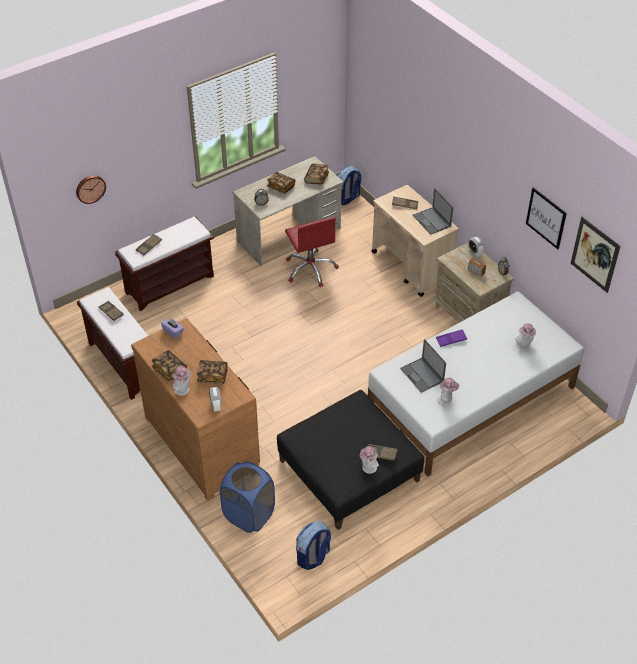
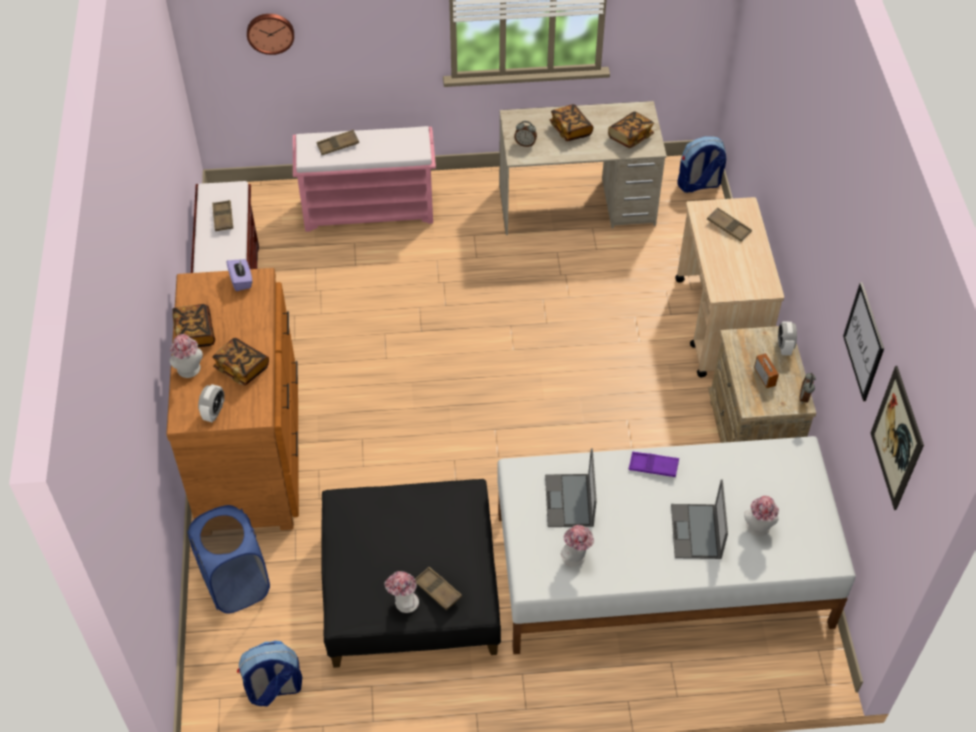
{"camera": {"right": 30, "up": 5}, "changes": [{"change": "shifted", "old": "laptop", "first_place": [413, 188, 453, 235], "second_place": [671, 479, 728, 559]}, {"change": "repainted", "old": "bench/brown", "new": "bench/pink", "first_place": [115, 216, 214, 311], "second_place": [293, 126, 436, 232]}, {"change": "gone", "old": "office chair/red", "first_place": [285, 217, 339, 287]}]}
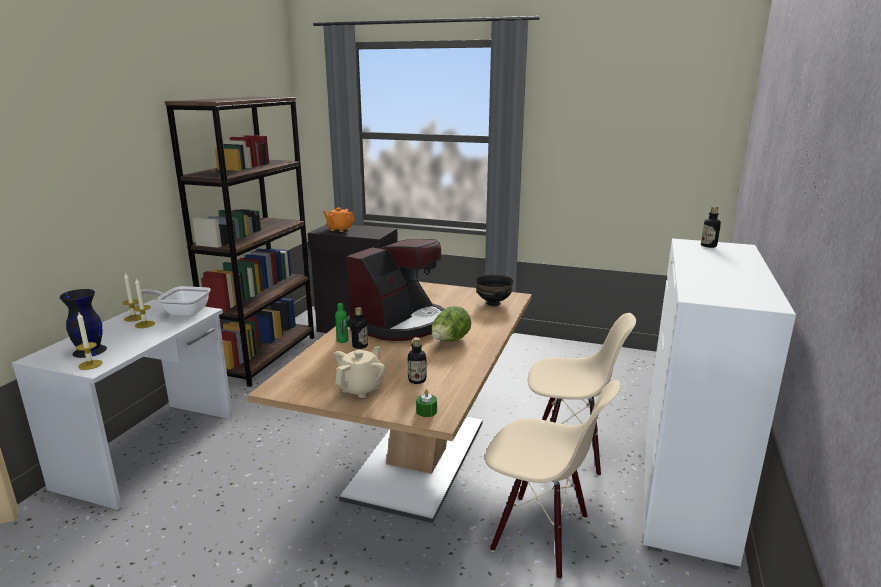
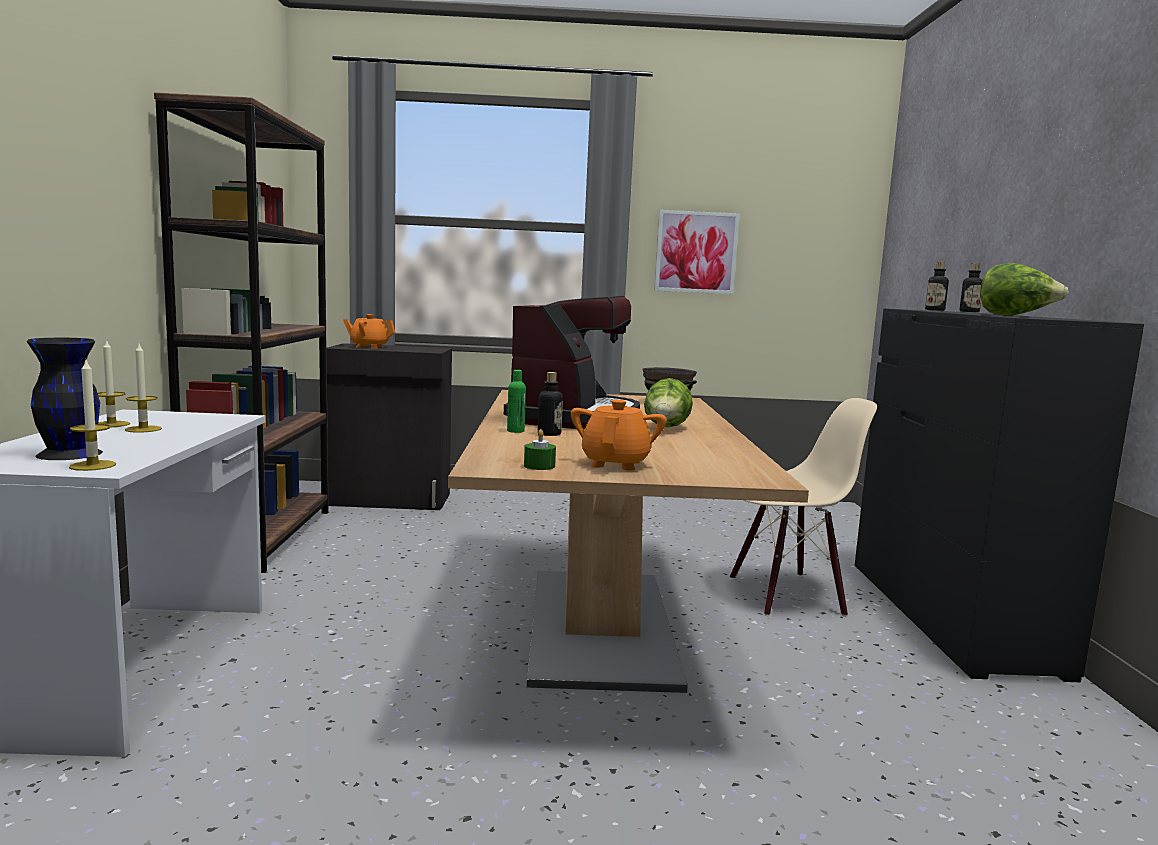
{"camera": {"right": -20, "up": -10}, "changes": [{"change": "repainted", "old": "dresser/white", "new": "dresser/black", "first_place": [643, 238, 796, 570], "second_place": [855, 308, 1144, 682]}, {"change": "gone", "old": "frying pan", "first_place": [141, 286, 211, 317]}, {"change": "shifted", "old": "bottle", "first_place": [407, 337, 427, 384], "second_place": [960, 263, 982, 312]}, {"change": "repainted", "old": "teapot/beige", "new": "teapot/orange", "first_place": [335, 346, 386, 398], "second_place": [571, 400, 667, 470]}, {"change": "gone", "old": "chair/beige", "first_place": [485, 380, 620, 580]}, {"change": "shifted", "old": "candle/green", "first_place": [416, 389, 437, 417], "second_place": [524, 429, 556, 470]}, {"change": "new", "new": "picture", "second_place": [654, 210, 740, 294]}, {"change": "new", "new": "lettuce", "second_place": [980, 263, 1069, 316]}]}
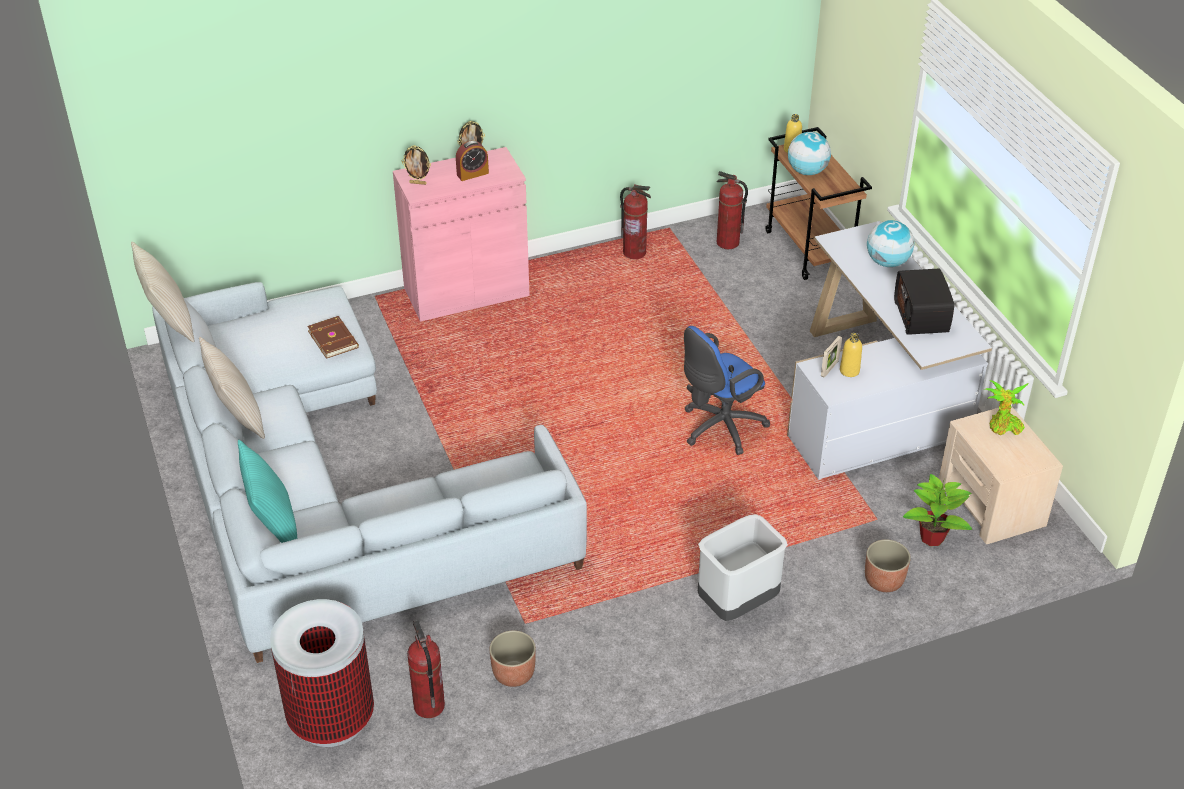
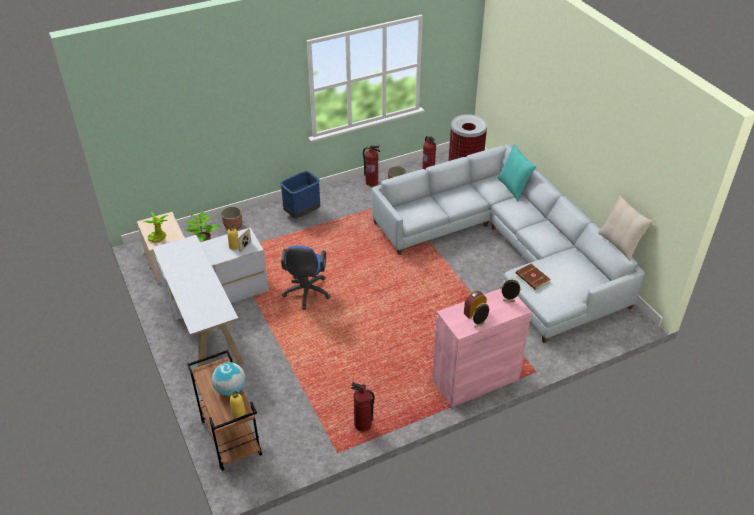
{"camera": {"right": 175, "up": 0}, "changes": [{"change": "shifted", "old": "fire extinguisher", "first_place": [717, 171, 748, 249], "second_place": [363, 145, 380, 186]}, {"change": "gone", "old": "globe", "first_place": [867, 220, 914, 267]}, {"change": "gone", "old": "radio", "first_place": [894, 268, 954, 335]}, {"change": "rotated", "old": "office chair/blue", "first_place": [684, 326, 770, 455], "second_place": [281, 246, 330, 310], "degrees": 135}, {"change": "gone", "old": "pillow/beige", "first_place": [199, 337, 265, 439]}, {"change": "repainted", "old": "trash can/grey", "new": "trash can/blue", "first_place": [698, 514, 788, 621], "second_place": [280, 171, 320, 218]}]}
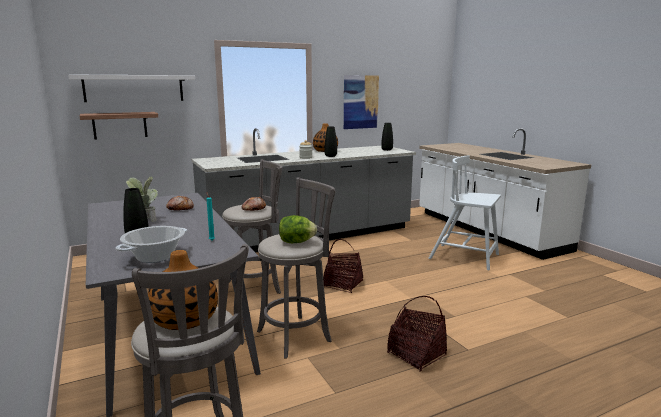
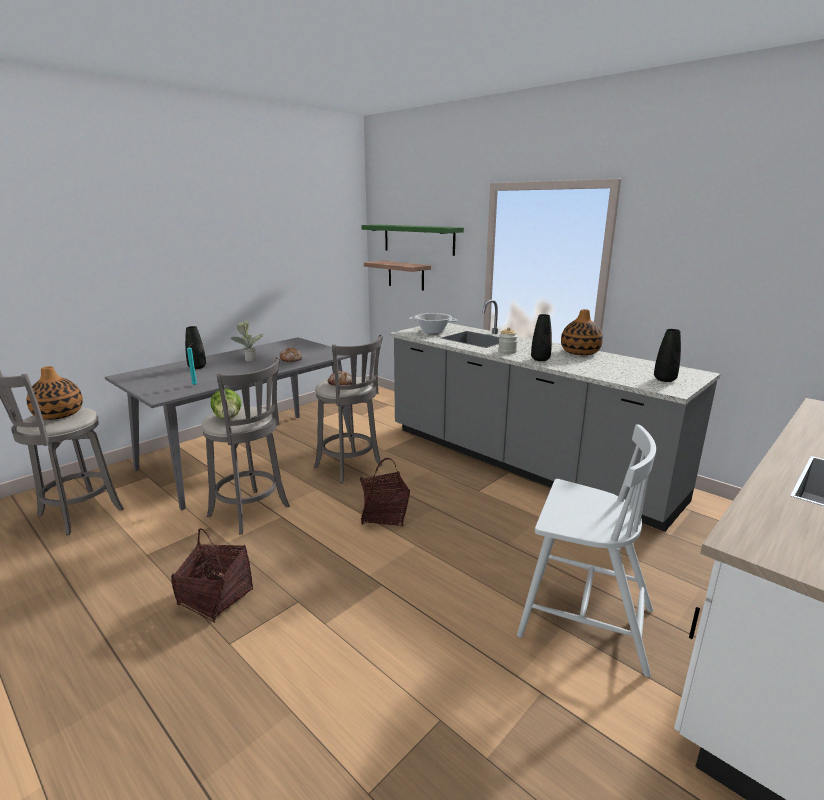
{"camera": {"right": 70, "up": 5}, "changes": [{"change": "repainted", "old": "shelf/white", "new": "shelf/green", "first_place": [68, 75, 195, 102], "second_place": [362, 225, 464, 256]}, {"change": "gone", "old": "picture", "first_place": [344, 75, 379, 129]}, {"change": "rotated", "old": "chair/white", "first_place": [429, 155, 501, 270], "second_place": [517, 424, 656, 677], "degrees": 105}, {"change": "shifted", "old": "cooking pot", "first_place": [115, 226, 187, 263], "second_place": [409, 313, 458, 334]}]}
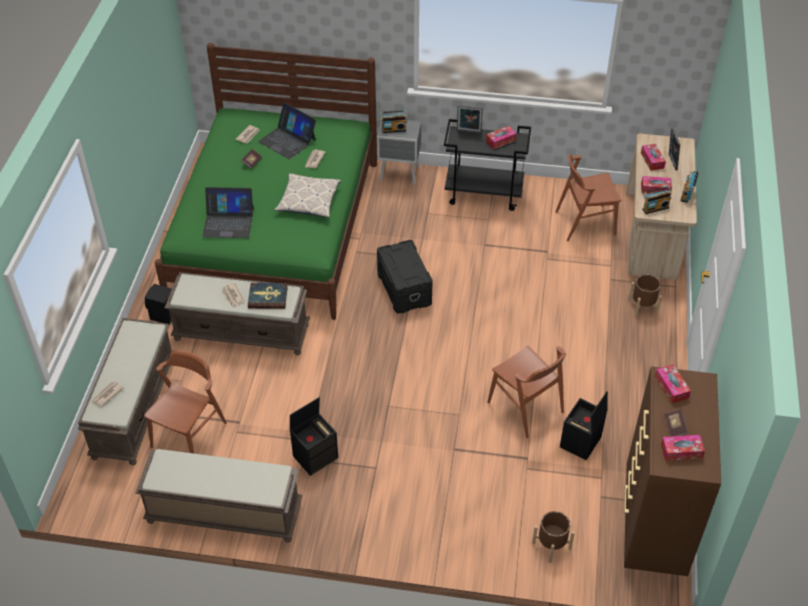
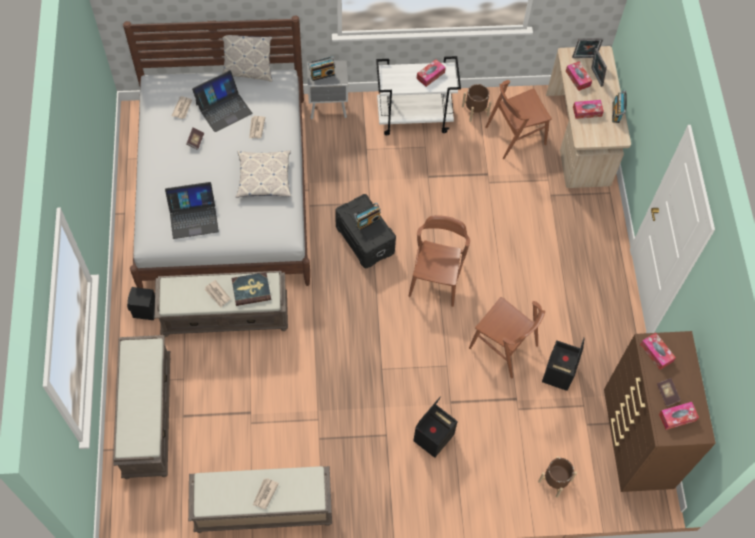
{"camera": {"right": -15, "up": 15}, "changes": [{"change": "repainted", "old": "bed/green", "new": "bed/white", "first_place": [155, 43, 377, 320], "second_place": [123, 15, 310, 288]}, {"change": "rotated", "old": "laptop", "first_place": [258, 103, 316, 159], "second_place": [192, 70, 252, 132], "degrees": -60}, {"change": "shifted", "old": "picture frame", "first_place": [457, 105, 483, 133], "second_place": [572, 38, 603, 58]}, {"change": "repainted", "old": "cart/black", "new": "cart/white", "first_place": [444, 119, 531, 211], "second_place": [376, 56, 461, 135]}, {"change": "shifted", "old": "radio", "first_place": [642, 186, 672, 214], "second_place": [354, 202, 381, 231]}, {"change": "shifted", "old": "planter/brown", "first_place": [628, 274, 662, 317], "second_place": [462, 84, 492, 122]}, {"change": "shifted", "old": "chair/brown", "first_place": [144, 350, 227, 453], "second_place": [409, 215, 470, 307]}, {"change": "shifted", "old": "newspaper", "first_place": [92, 381, 124, 407], "second_place": [253, 478, 279, 509]}, {"change": "shifted", "old": "storage box/black", "first_place": [290, 397, 338, 476], "second_place": [413, 397, 458, 458]}, {"change": "new", "new": "pillow", "second_place": [222, 35, 272, 82]}]}
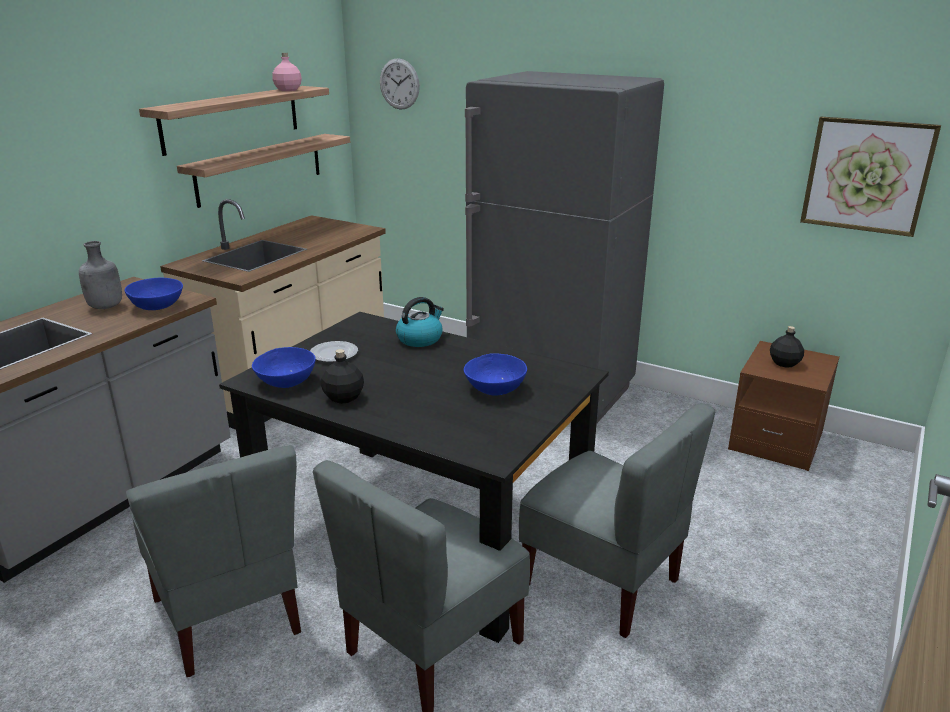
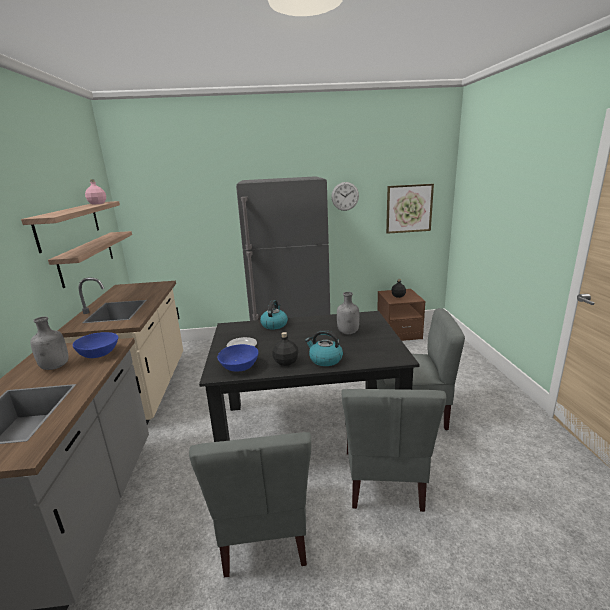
{"camera": {"right": -35, "up": -5}, "changes": [{"change": "shifted", "old": "wall clock", "first_place": [380, 58, 420, 110], "second_place": [331, 182, 359, 211]}, {"change": "swapped", "old": "bowl/blue", "new": "bottle/grey", "first_place": [464, 353, 527, 396], "second_place": [337, 292, 360, 334]}, {"change": "rotated", "old": "chair/grey", "first_place": [126, 445, 301, 677], "second_place": [189, 432, 311, 577], "degrees": 60}, {"change": "new", "new": "kettle", "second_place": [305, 330, 343, 366]}]}
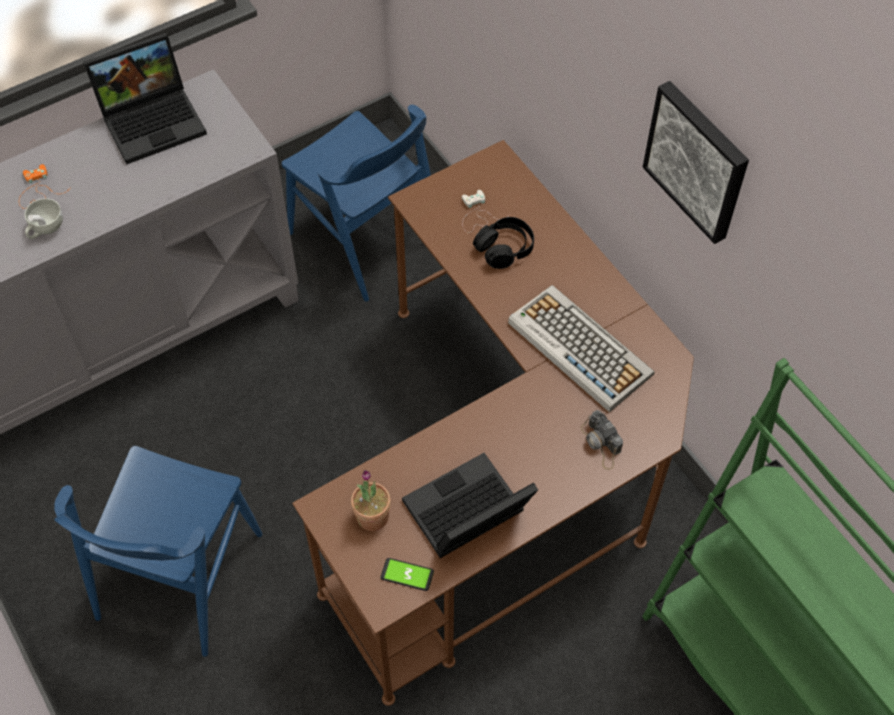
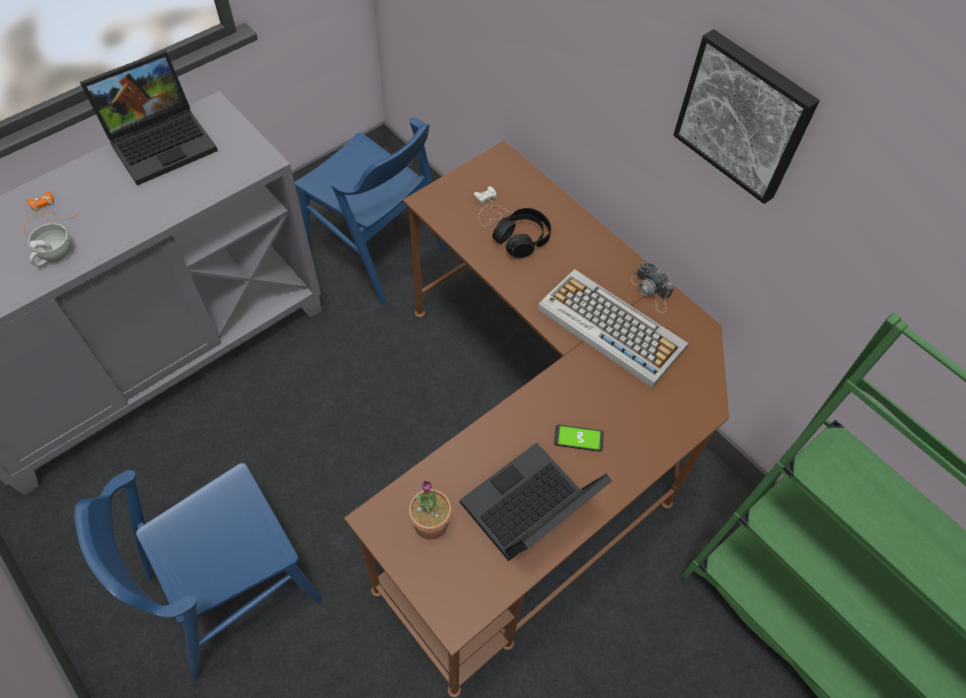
{"camera": {"right": -10, "up": 0}, "changes": [{"change": "shifted", "old": "photo camera", "first_place": [581, 410, 623, 470], "second_place": [630, 261, 674, 313]}, {"change": "rotated", "old": "chair/blue", "first_place": [54, 446, 263, 657], "second_place": [74, 463, 322, 679], "degrees": 45}, {"change": "shifted", "old": "phone", "first_place": [381, 558, 434, 591], "second_place": [554, 425, 604, 452]}]}
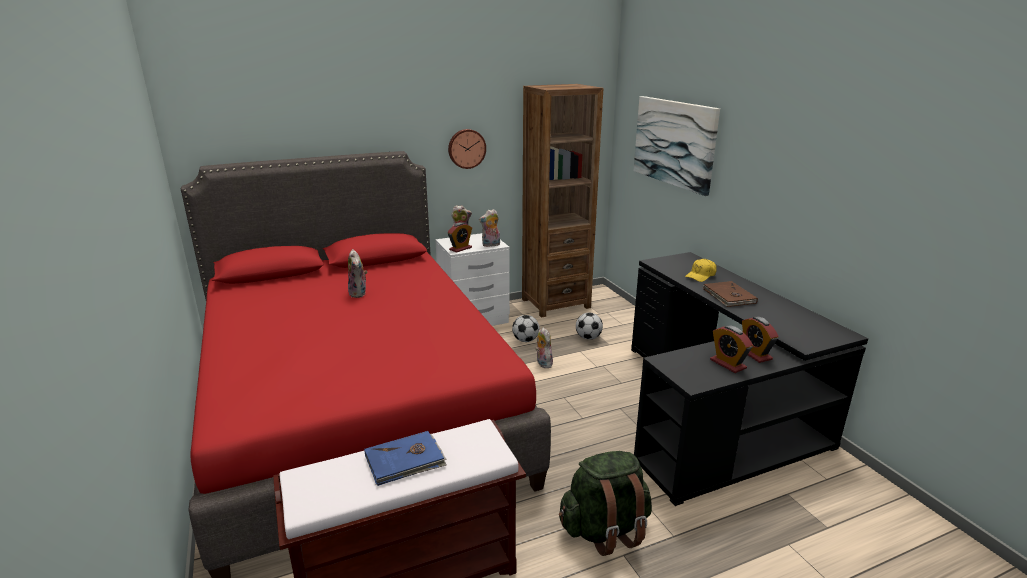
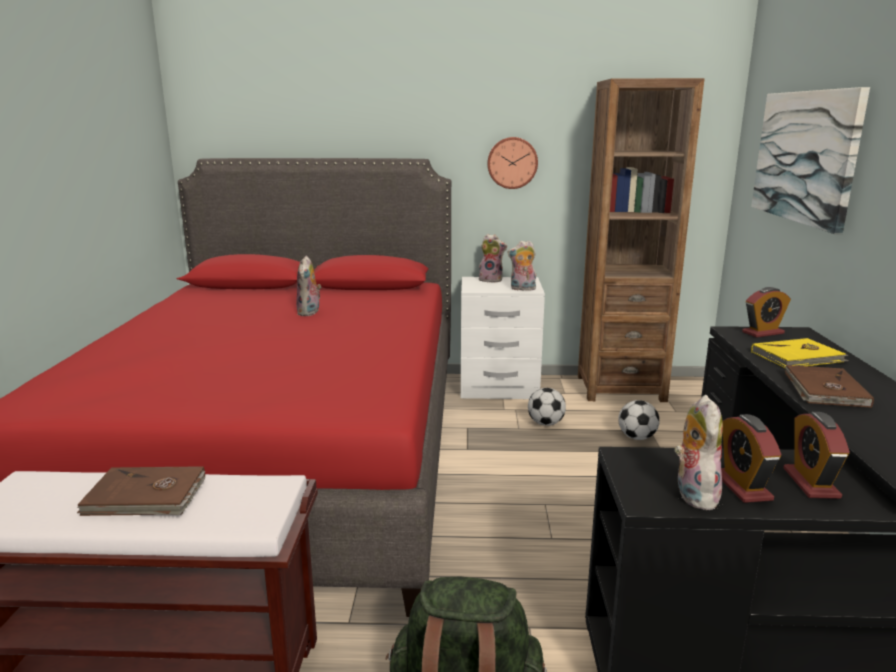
{"camera": {"right": 25, "up": -5}, "changes": [{"change": "shifted", "old": "alarm clock", "first_place": [448, 222, 472, 253], "second_place": [742, 287, 791, 338]}, {"change": "swapped", "old": "cap/yellow", "new": "book/yellow", "first_place": [685, 259, 717, 282], "second_place": [751, 338, 849, 368]}, {"change": "shifted", "old": "plush toy", "first_place": [535, 327, 553, 368], "second_place": [674, 395, 723, 511]}, {"change": "repainted", "old": "book/blue", "new": "book/brown", "first_place": [364, 431, 447, 486], "second_place": [77, 467, 206, 516]}]}
